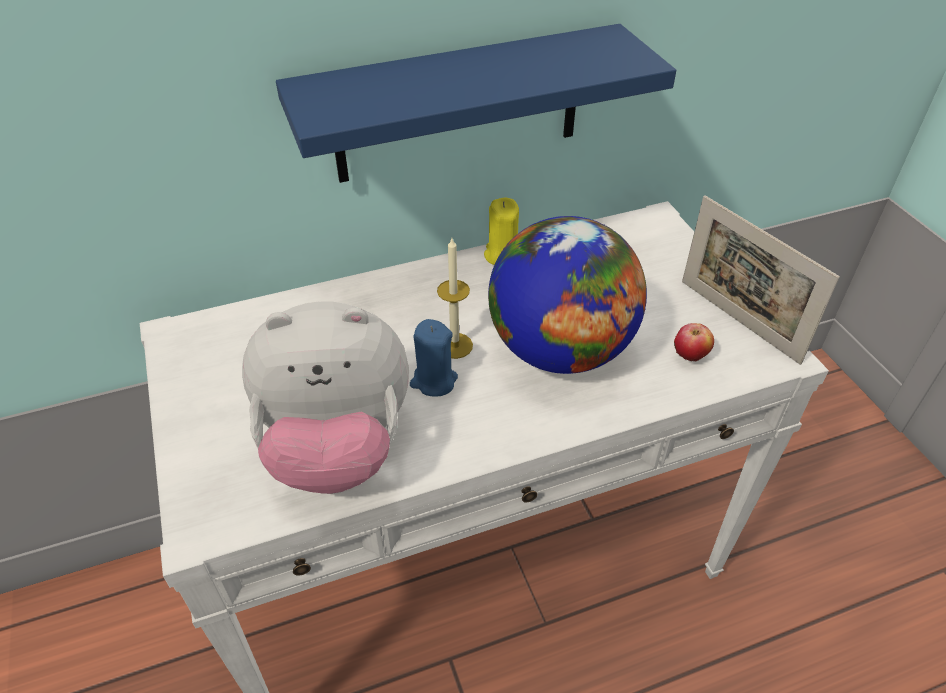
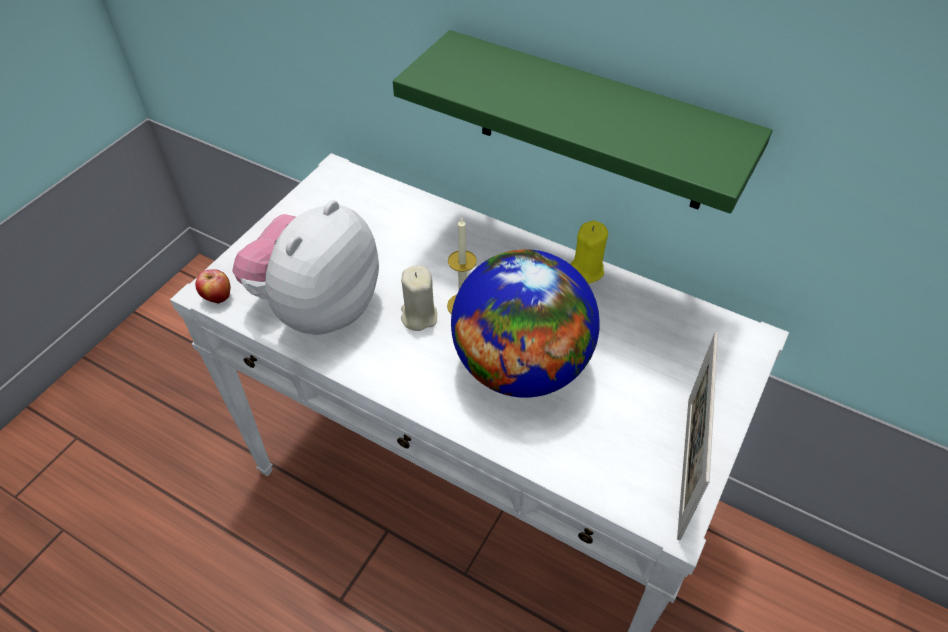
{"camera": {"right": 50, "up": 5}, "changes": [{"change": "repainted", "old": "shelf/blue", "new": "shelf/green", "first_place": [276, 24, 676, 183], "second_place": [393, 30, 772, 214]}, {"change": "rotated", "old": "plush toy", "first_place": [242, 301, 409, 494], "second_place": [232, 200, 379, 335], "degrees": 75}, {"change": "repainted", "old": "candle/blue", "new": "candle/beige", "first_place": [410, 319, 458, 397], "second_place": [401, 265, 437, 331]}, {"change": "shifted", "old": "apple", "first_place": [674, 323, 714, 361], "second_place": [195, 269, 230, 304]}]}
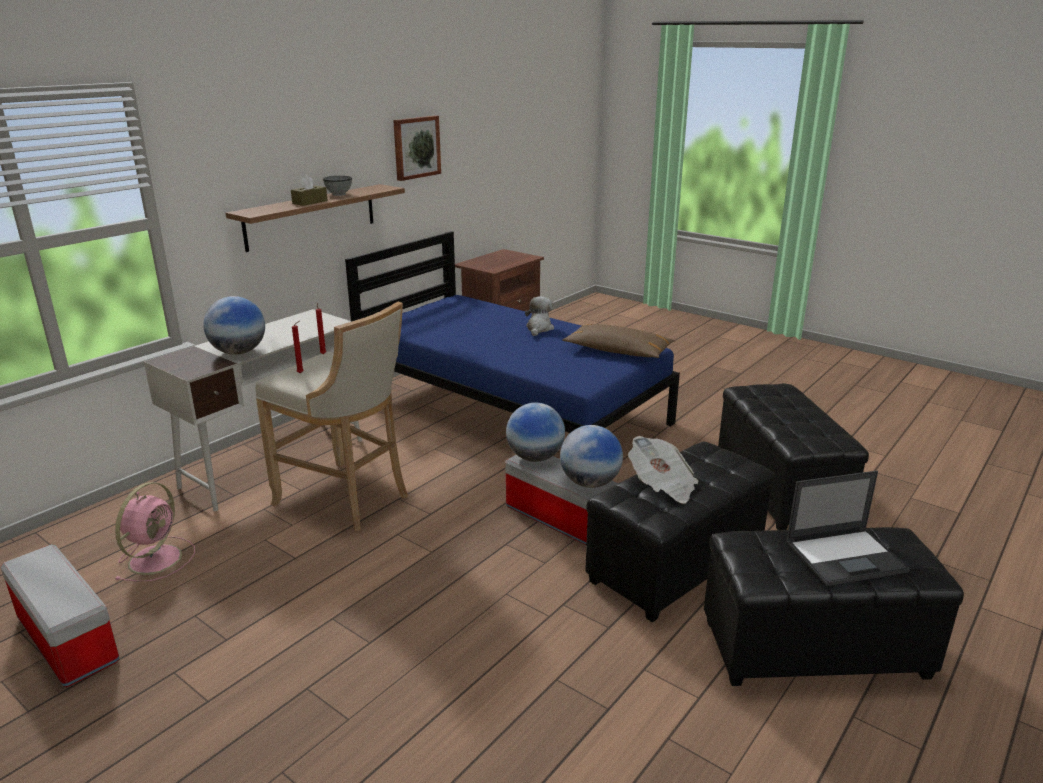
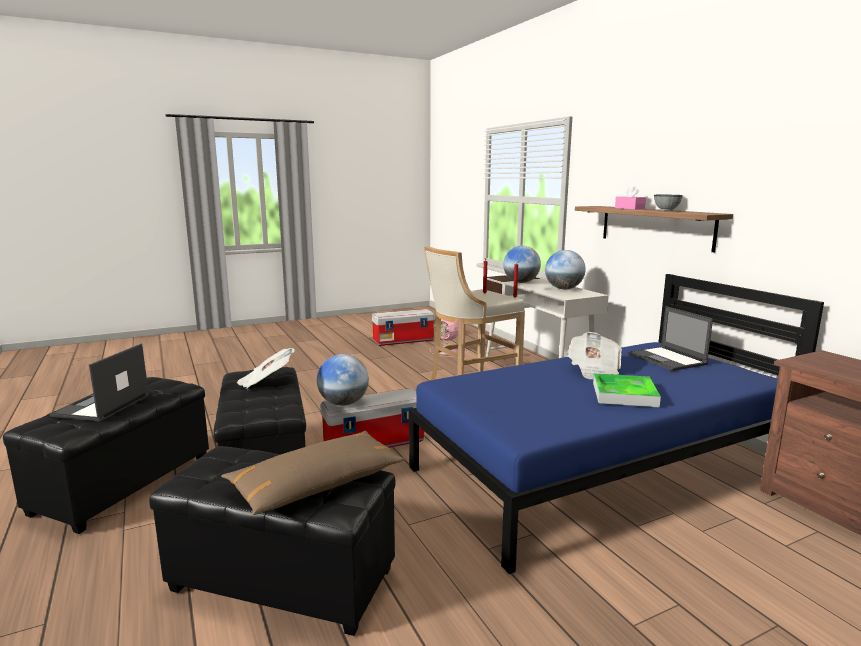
{"camera": {"right": 115, "up": -10}, "changes": [{"change": "gone", "old": "picture", "first_place": [393, 116, 441, 181]}, {"change": "repainted", "old": "tissue box/brown", "new": "tissue box/pink", "first_place": [291, 175, 328, 206], "second_place": [615, 185, 646, 210]}, {"change": "swapped", "old": "plush toy", "new": "tray", "first_place": [525, 296, 554, 336], "second_place": [593, 373, 661, 407]}, {"change": "shifted", "old": "pillow/brown", "first_place": [562, 324, 675, 358], "second_place": [222, 431, 405, 515]}, {"change": "shifted", "old": "globe", "first_place": [506, 403, 565, 462], "second_place": [545, 250, 586, 289]}, {"change": "new", "new": "laptop", "second_place": [629, 306, 713, 371]}, {"change": "new", "new": "newspaper", "second_place": [567, 332, 622, 379]}]}
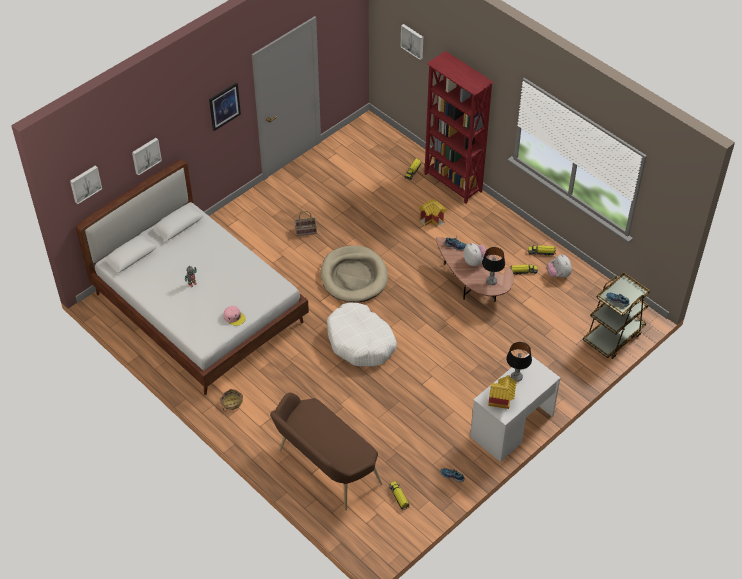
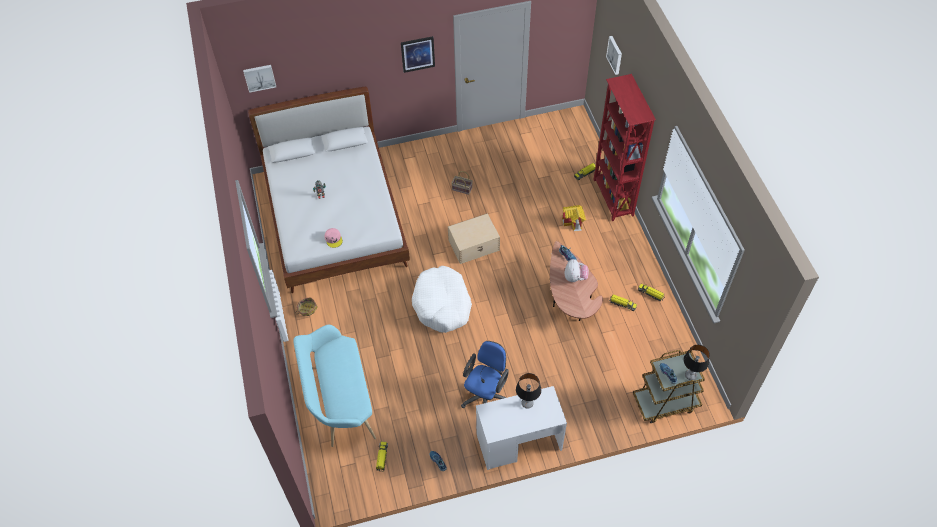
{"camera": {"right": 30, "up": 5}, "changes": [{"change": "gone", "old": "picture", "first_place": [132, 138, 162, 176]}, {"change": "swapped", "old": "dog bed/beige", "new": "storage box/beige", "first_place": [321, 245, 388, 302], "second_place": [448, 213, 500, 264]}, {"change": "shifted", "old": "table lamp", "first_place": [482, 247, 505, 285], "second_place": [684, 345, 710, 380]}, {"change": "gone", "old": "plush toy", "first_place": [547, 254, 572, 277]}, {"change": "gone", "old": "toy house", "first_place": [488, 375, 517, 409]}, {"change": "repainted", "old": "bench/brown", "new": "bench/turquoise", "first_place": [270, 393, 382, 510], "second_place": [293, 325, 376, 447]}, {"change": "new", "new": "office chair/blue", "second_place": [461, 341, 509, 408]}]}
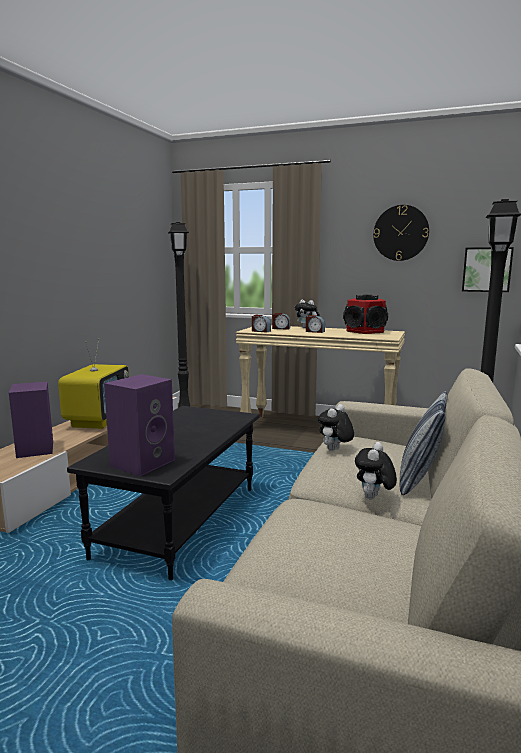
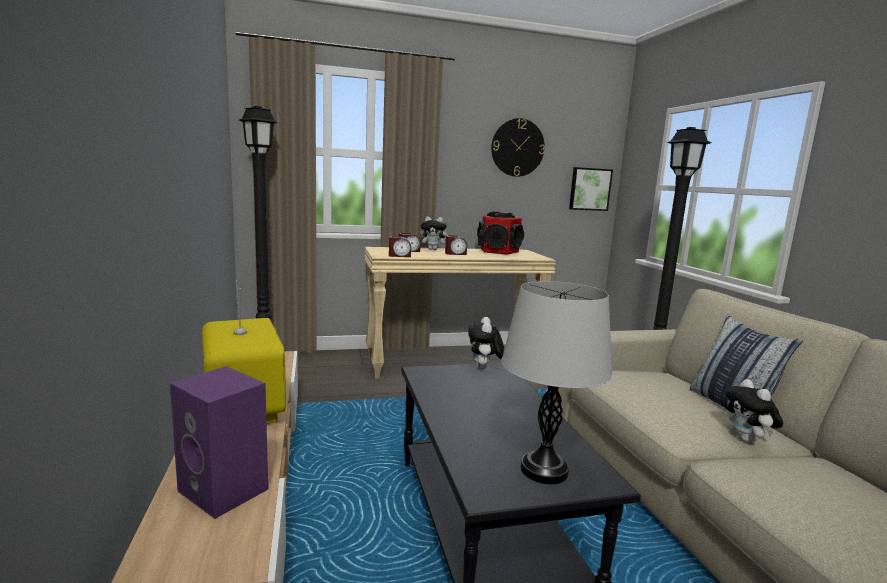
{"camera": {"right": -35, "up": 0}, "changes": [{"change": "swapped", "old": "speaker/purple", "new": "table lamp/grey", "first_place": [104, 374, 175, 476], "second_place": [501, 281, 612, 484]}, {"change": "shifted", "old": "plush toy", "first_place": [318, 404, 354, 451], "second_place": [468, 317, 504, 370]}]}
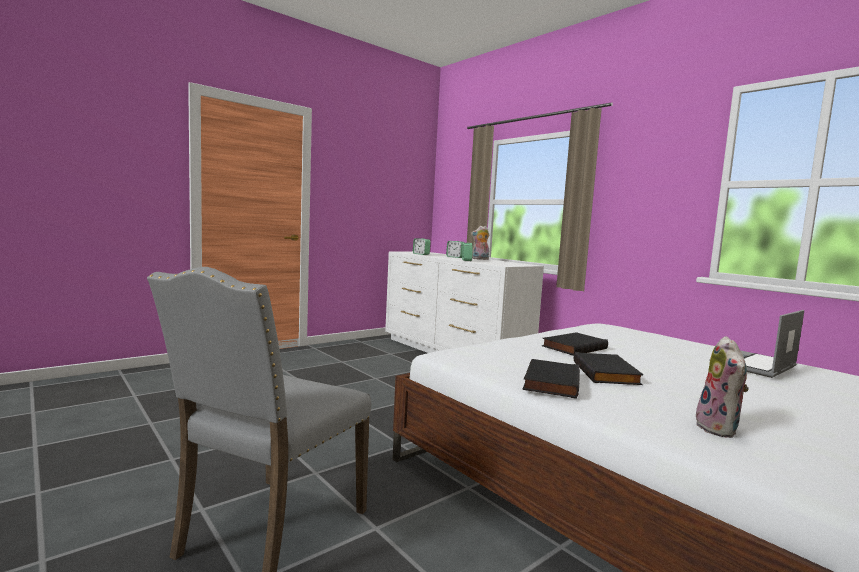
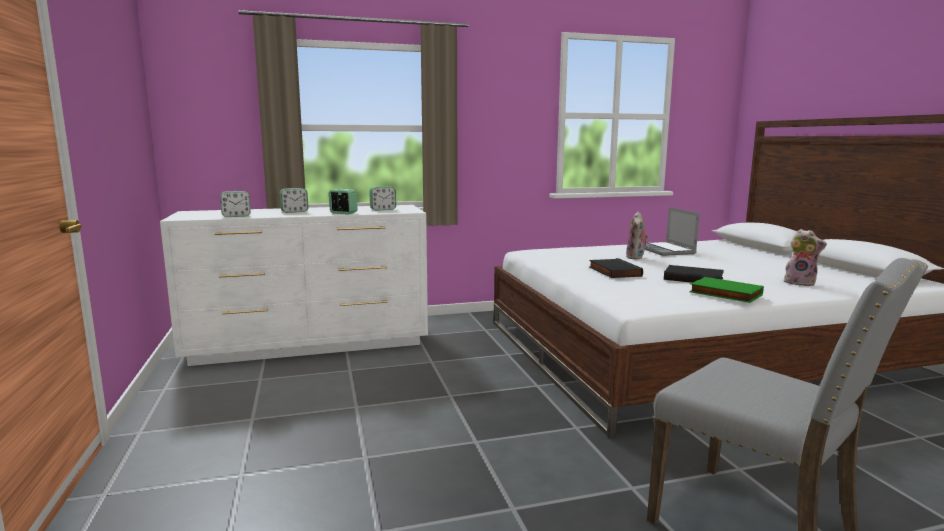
{"camera": {"right": -65, "up": 5}, "changes": [{"change": "shifted", "old": "plush toy", "first_place": [471, 226, 489, 260], "second_place": [626, 212, 649, 260]}, {"change": "repainted", "old": "book/black", "new": "book/green", "first_place": [522, 359, 580, 399], "second_place": [689, 277, 764, 303]}, {"change": "new", "new": "alarm clock", "second_place": [369, 187, 396, 211]}]}
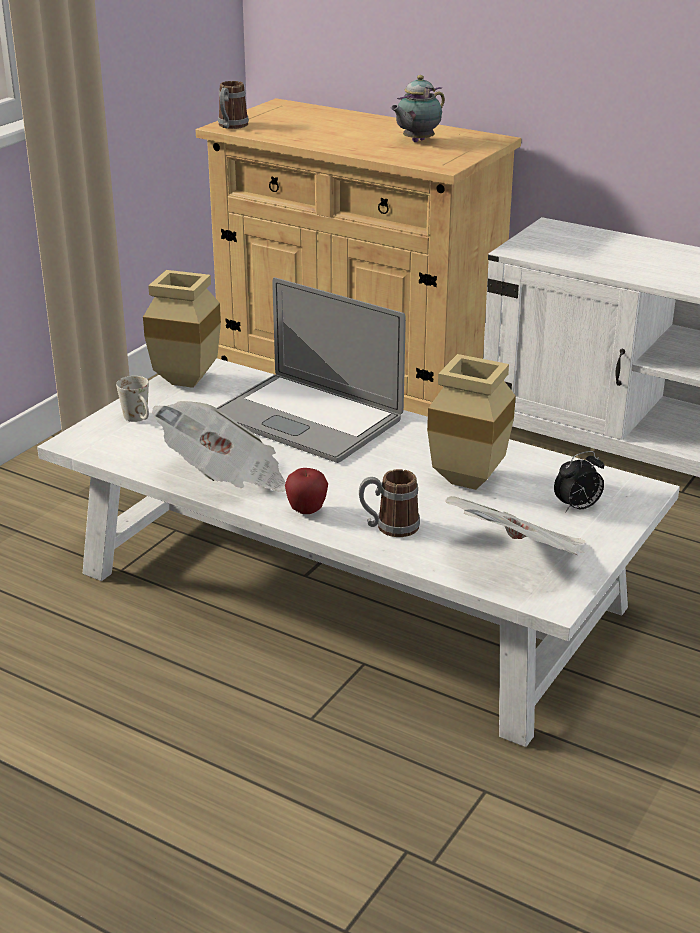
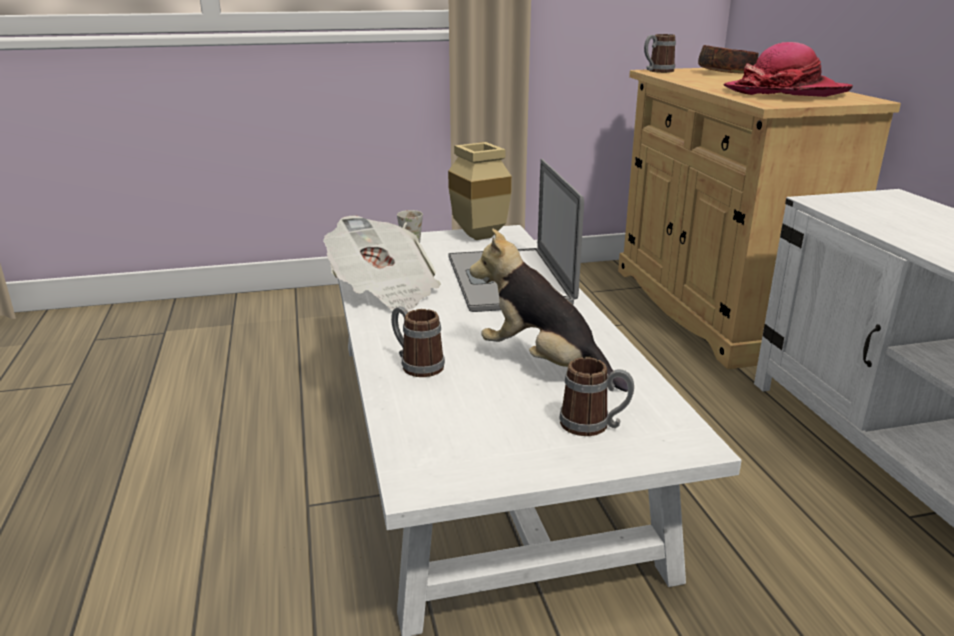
{"camera": {"right": 45, "up": -5}, "changes": [{"change": "swapped", "old": "teapot", "new": "hat", "first_place": [391, 75, 445, 142], "second_place": [723, 42, 853, 97]}, {"change": "swapped", "old": "vase/beige", "new": "plush toy", "first_place": [427, 354, 516, 490], "second_place": [470, 229, 628, 392]}, {"change": "swapped", "old": "alarm clock", "new": "mug", "first_place": [554, 451, 604, 513], "second_place": [559, 357, 634, 436]}, {"change": "gone", "old": "apple", "first_place": [285, 468, 328, 514]}, {"change": "gone", "old": "newspaper", "first_place": [445, 496, 585, 555]}, {"change": "new", "new": "bowl", "second_place": [698, 45, 759, 73]}]}
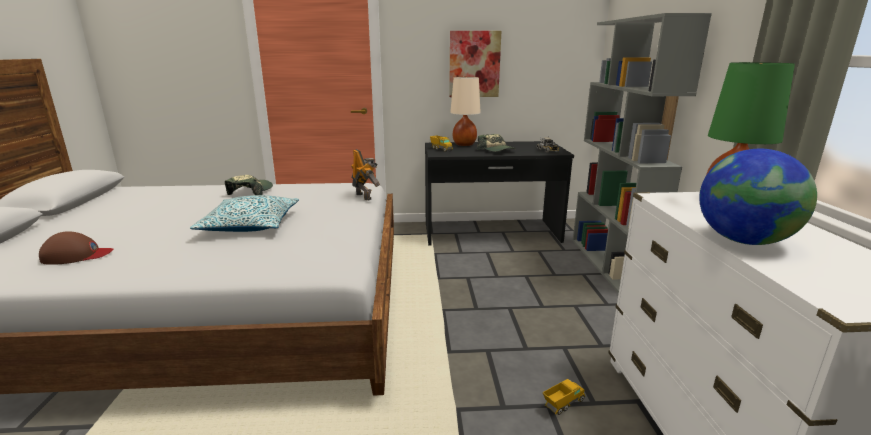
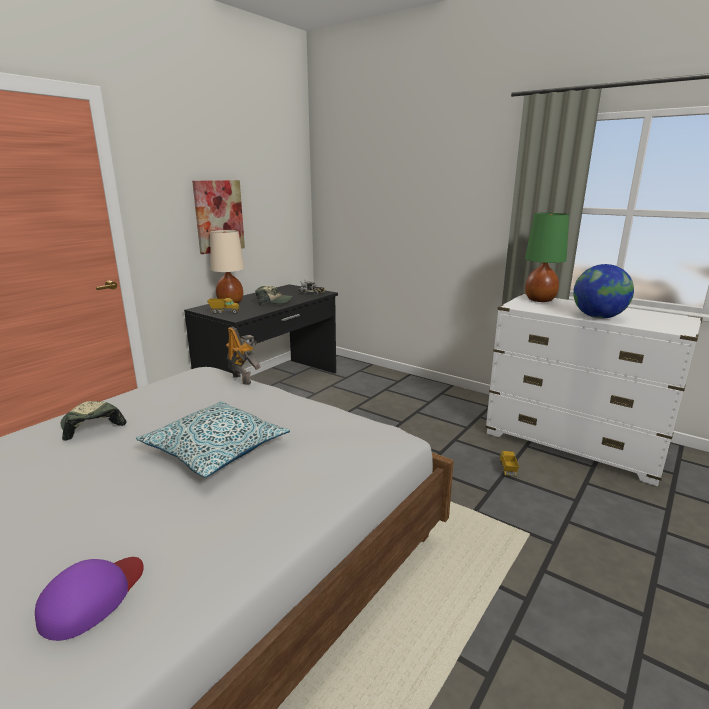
{"camera": {"right": -50, "up": 0}, "changes": [{"change": "gone", "old": "bookcase/grey", "first_place": [573, 13, 712, 294]}, {"change": "rotated", "old": "toy robot", "first_place": [351, 149, 380, 200], "second_place": [226, 327, 261, 385], "degrees": 45}, {"change": "repainted", "old": "cap/brown", "new": "cap/purple", "first_place": [39, 231, 114, 265], "second_place": [35, 557, 144, 641]}]}
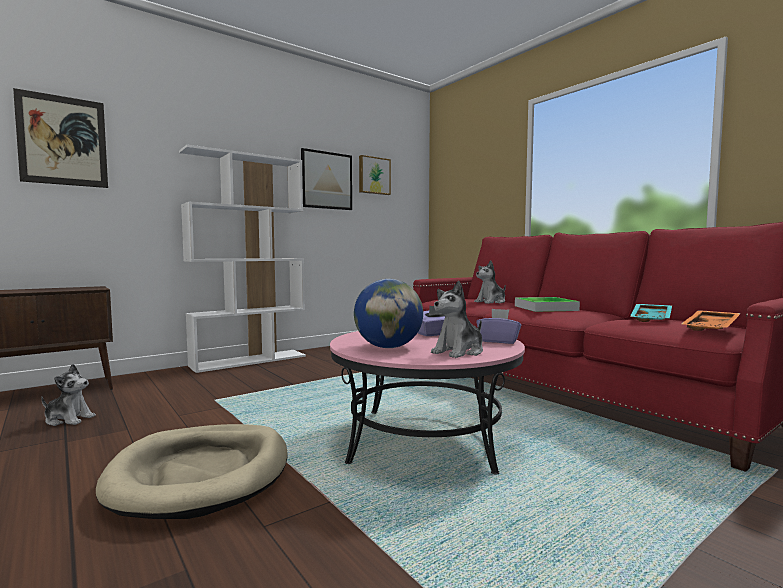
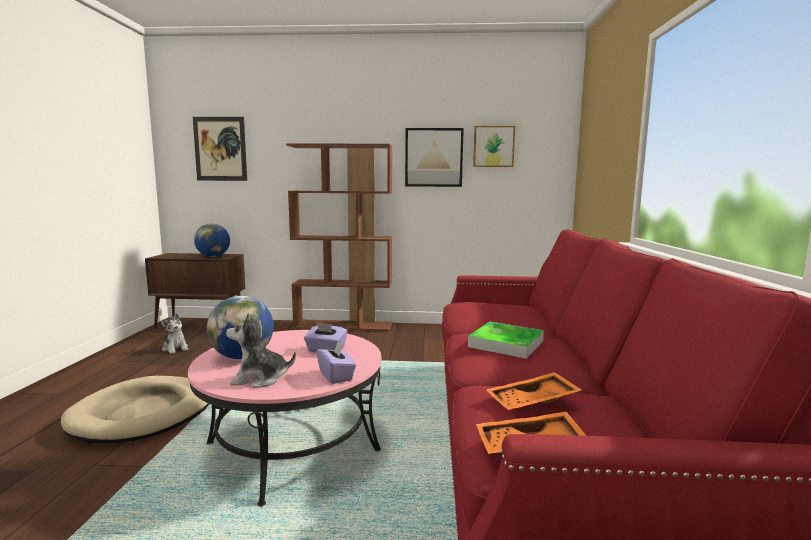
{"camera": {"right": 40, "up": 5}, "changes": [{"change": "repainted", "old": "bookcase/white", "new": "bookcase/brown", "first_place": [179, 144, 306, 373], "second_place": [286, 143, 392, 331]}, {"change": "gone", "old": "plush toy", "first_place": [474, 260, 506, 304]}, {"change": "repainted", "old": "tray/turquoise", "new": "tray/orange", "first_place": [630, 304, 672, 322], "second_place": [486, 372, 582, 410]}, {"change": "new", "new": "globe", "second_place": [194, 224, 230, 257]}]}
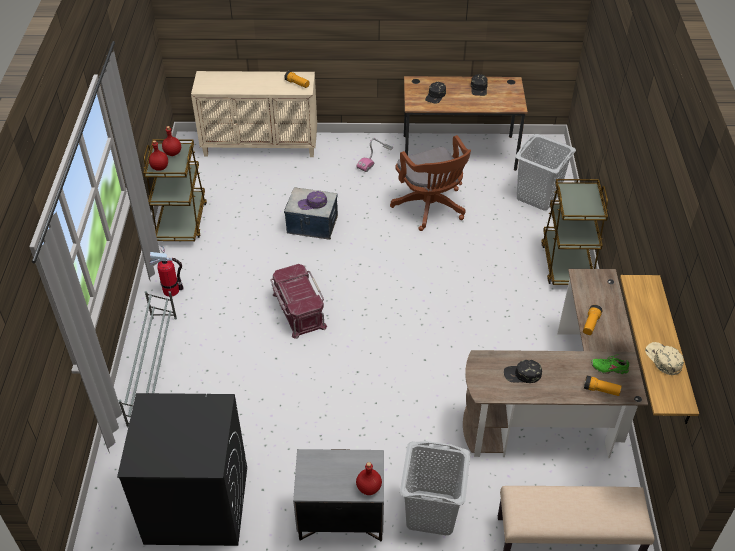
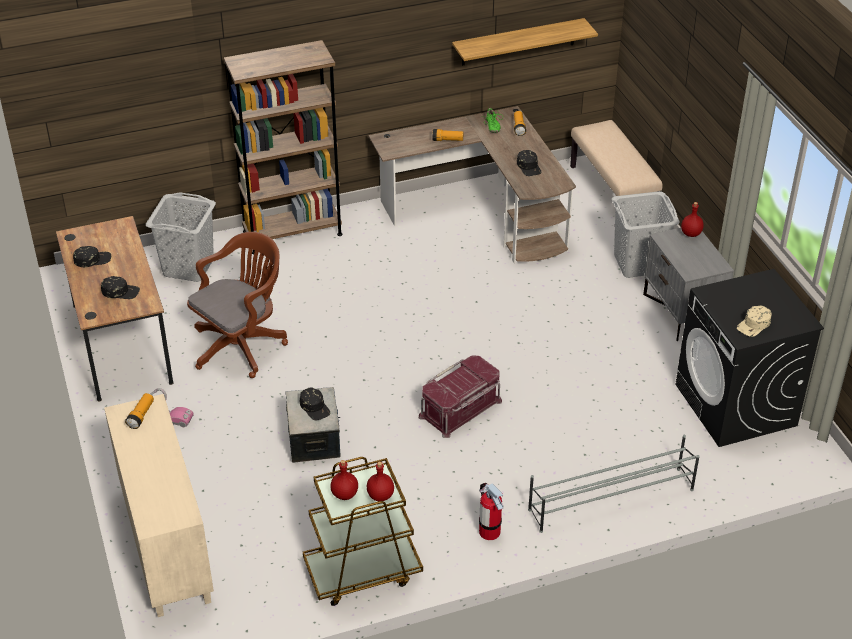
{"camera": {"right": -110, "up": -5}, "changes": [{"change": "swapped", "old": "cart/brown", "new": "bookcase/brown", "first_place": [541, 179, 608, 285], "second_place": [224, 40, 342, 254]}, {"change": "repainted", "old": "cap/purple", "new": "cap/black", "first_place": [298, 191, 327, 210], "second_place": [300, 388, 330, 420]}, {"change": "shifted", "old": "cap/beige", "first_place": [645, 342, 684, 375], "second_place": [737, 305, 772, 337]}]}
